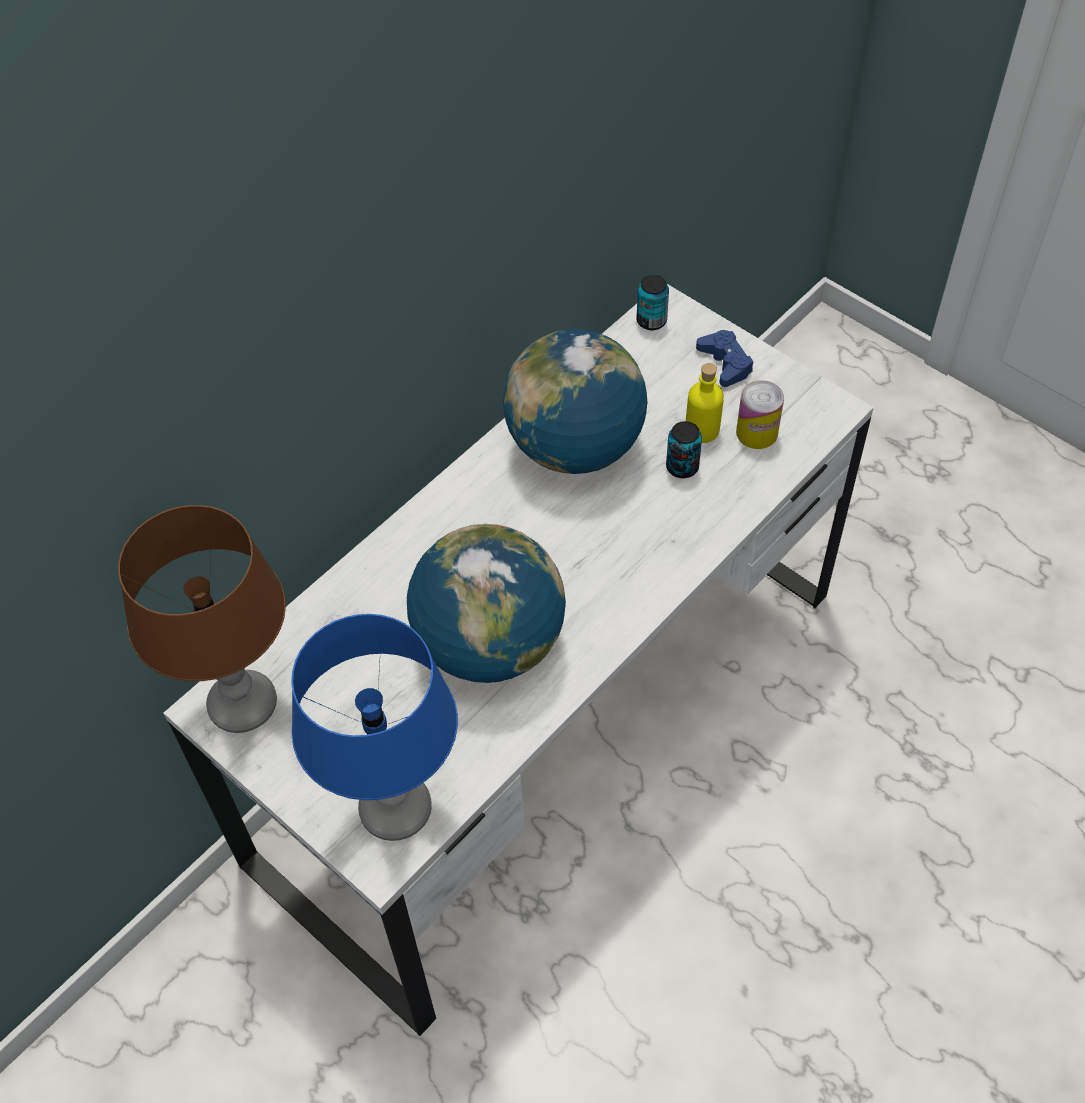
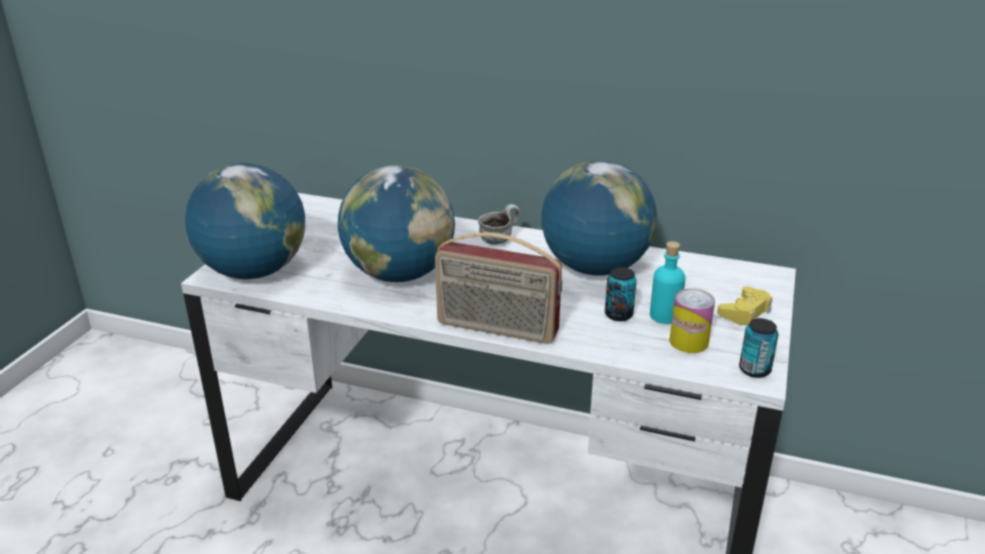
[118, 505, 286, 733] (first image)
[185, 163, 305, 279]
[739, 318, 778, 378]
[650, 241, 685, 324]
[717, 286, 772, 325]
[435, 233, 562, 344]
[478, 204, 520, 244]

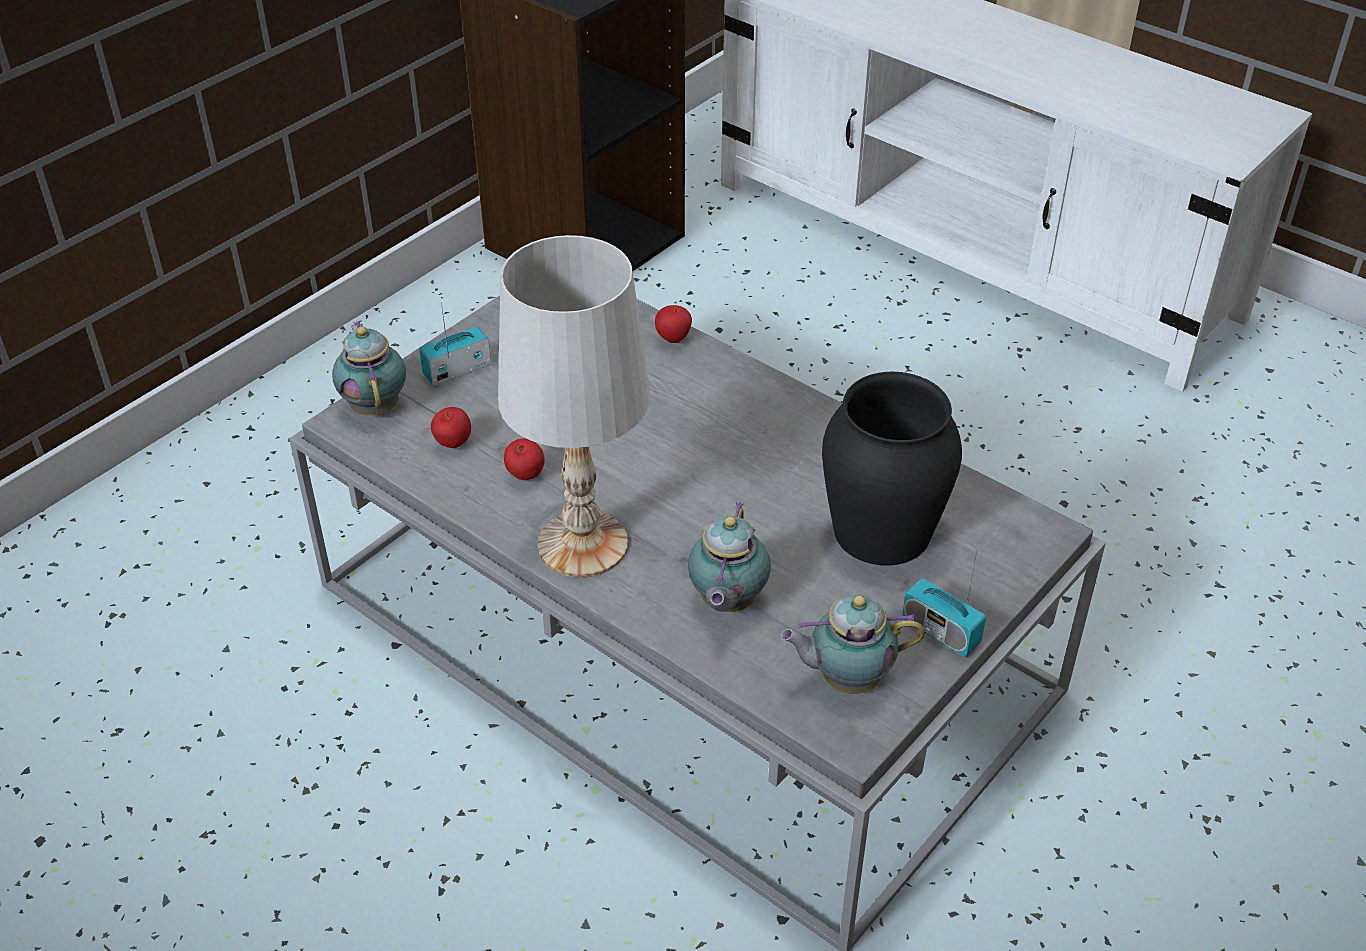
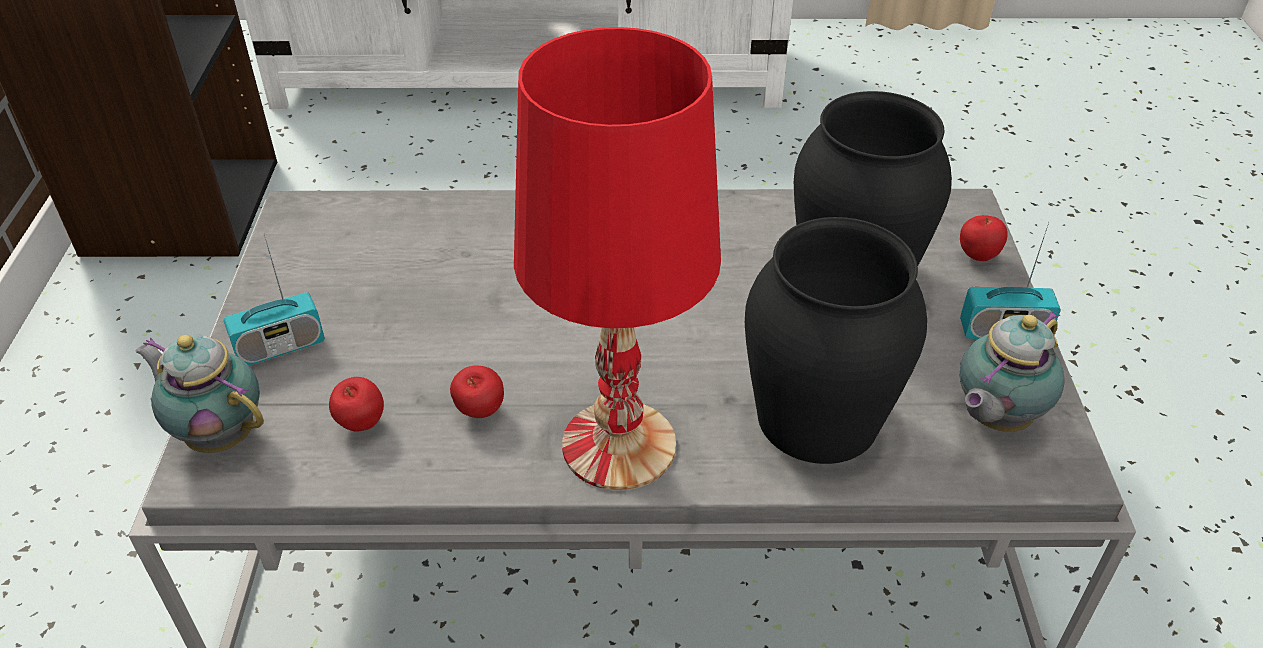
[223, 235, 325, 366]
[514, 27, 721, 491]
[960, 215, 1008, 261]
[745, 217, 927, 464]

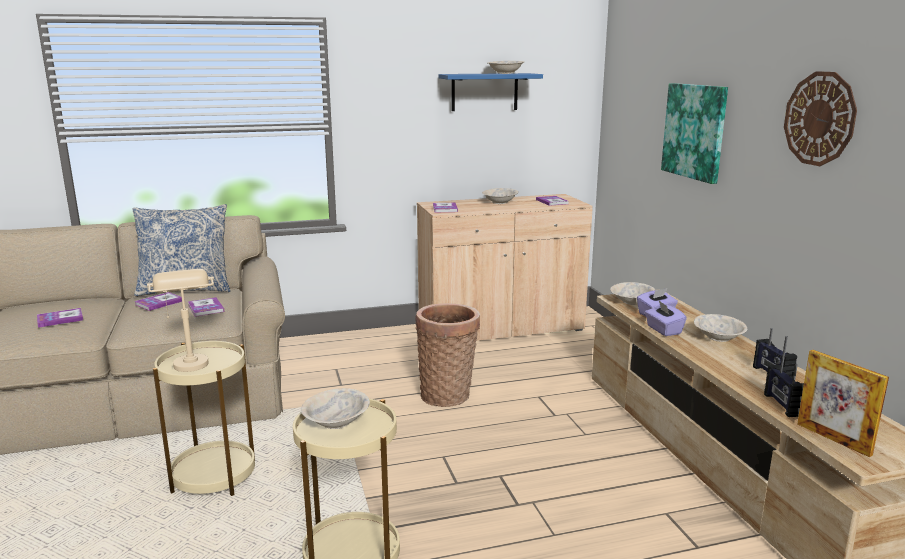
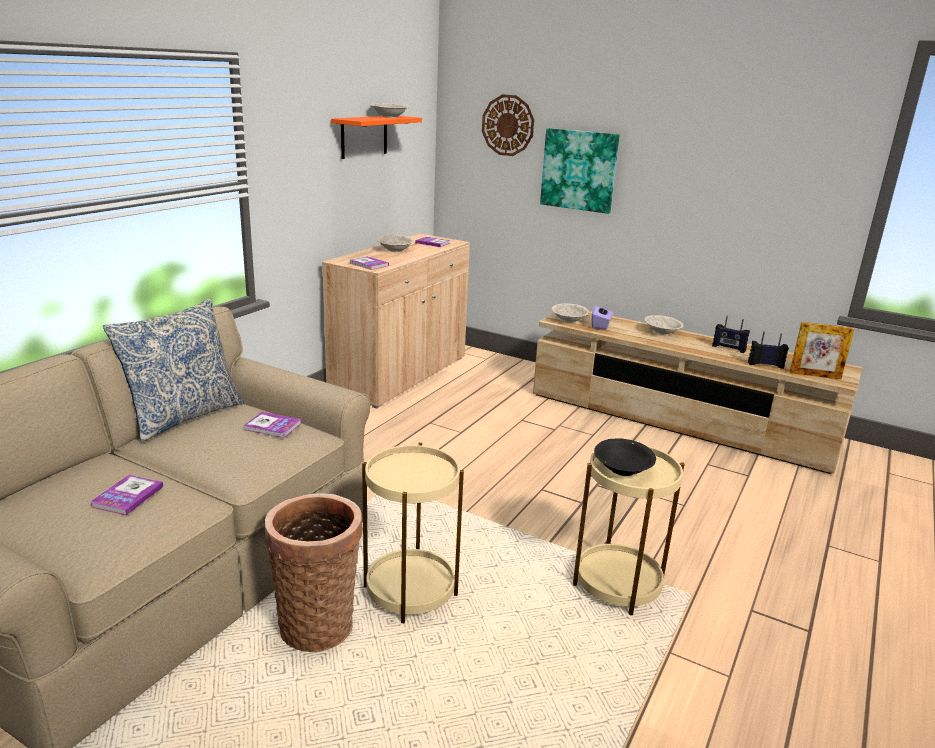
[135, 292, 182, 311] (first image)
[147, 269, 214, 372] (first image)
[594, 439, 656, 476]
[265, 493, 363, 652]
[331, 116, 422, 159]
[645, 301, 687, 336] (first image)
[748, 332, 789, 369]
[482, 94, 534, 156]

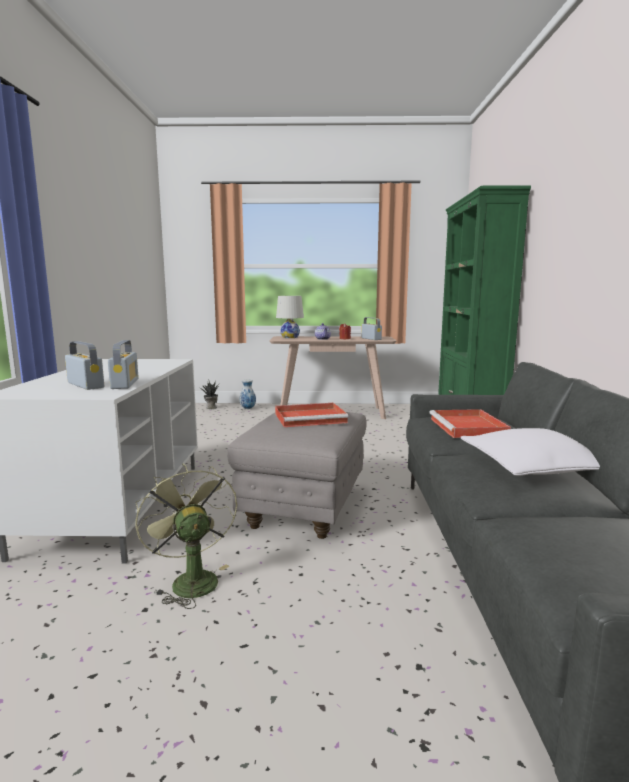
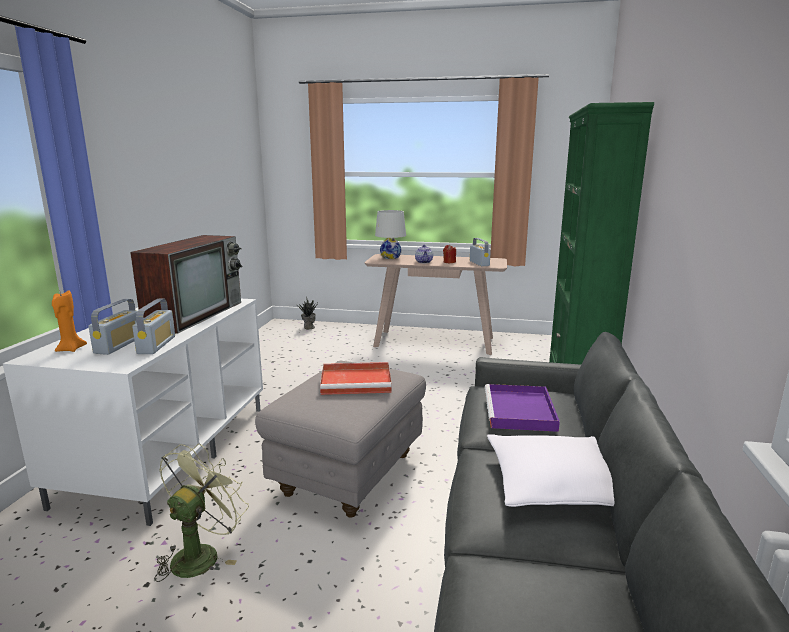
[88, 299, 137, 355]
[154, 444, 249, 582]
[240, 380, 256, 409] (first image)
[485, 384, 560, 432]
[52, 291, 87, 352]
[130, 235, 243, 334]

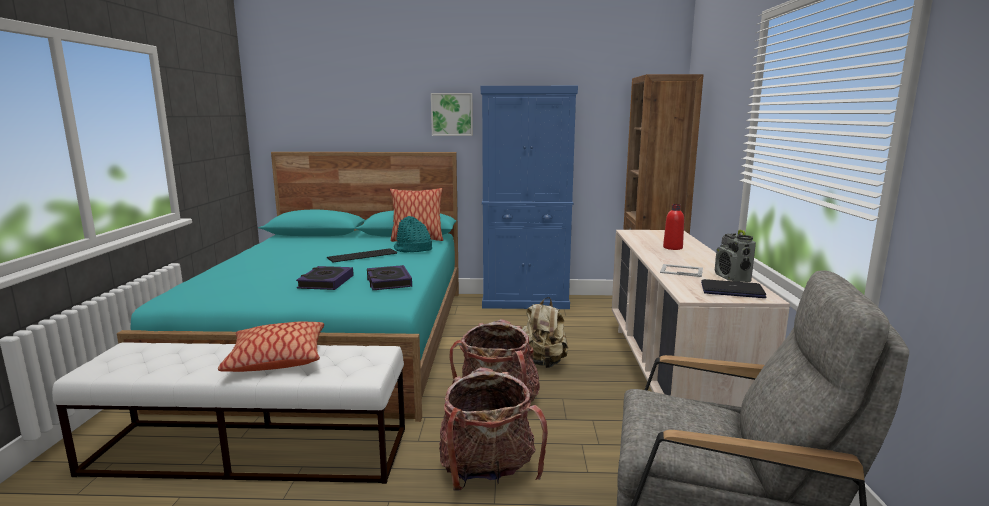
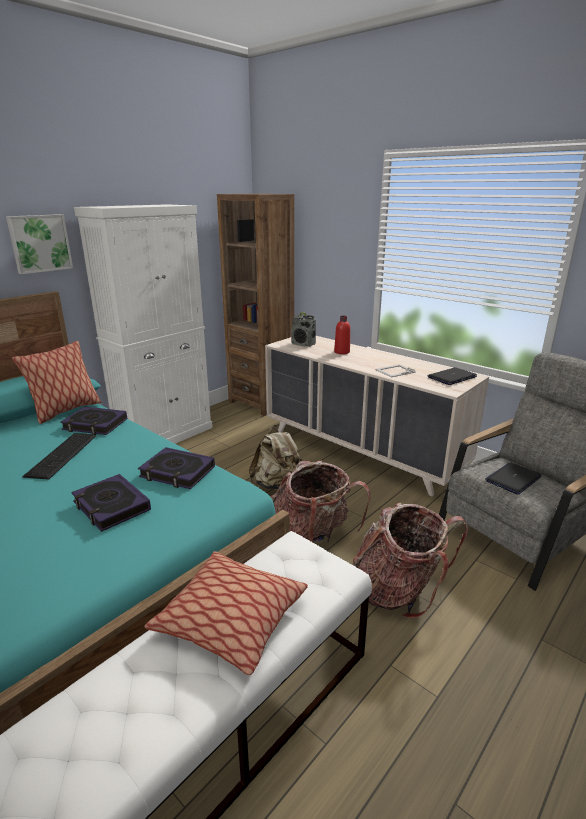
[60, 406, 127, 435]
[74, 204, 213, 444]
[291, 312, 316, 347]
[485, 463, 542, 495]

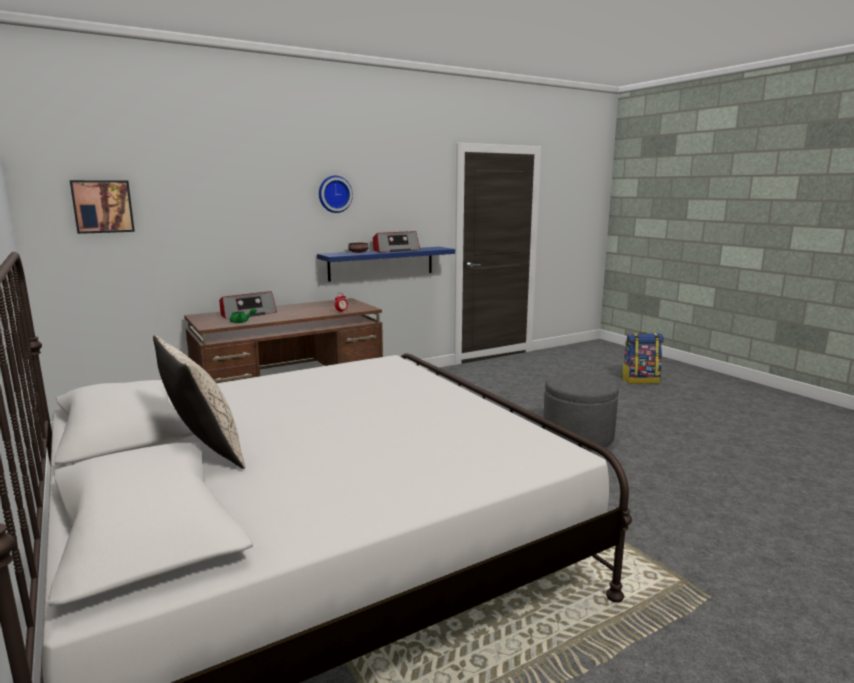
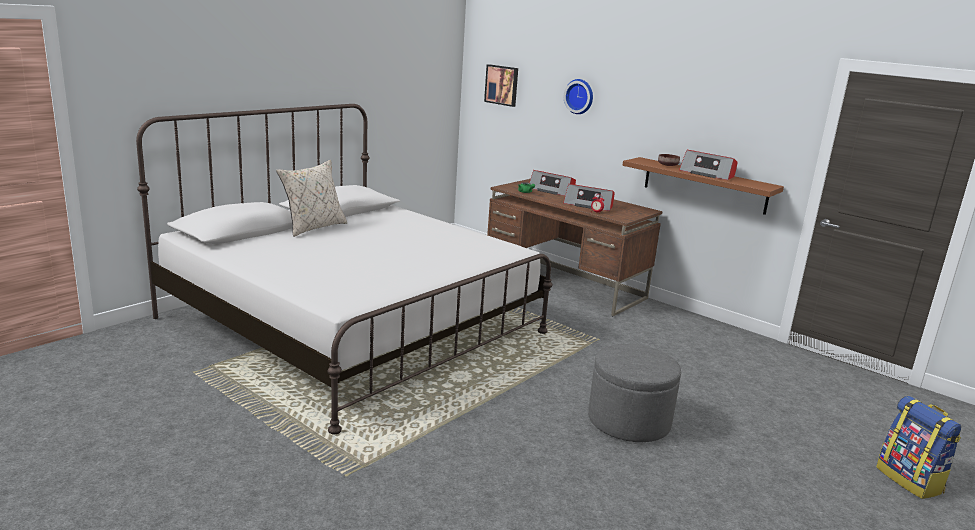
[622, 157, 784, 215]
[564, 79, 593, 114]
[563, 184, 615, 211]

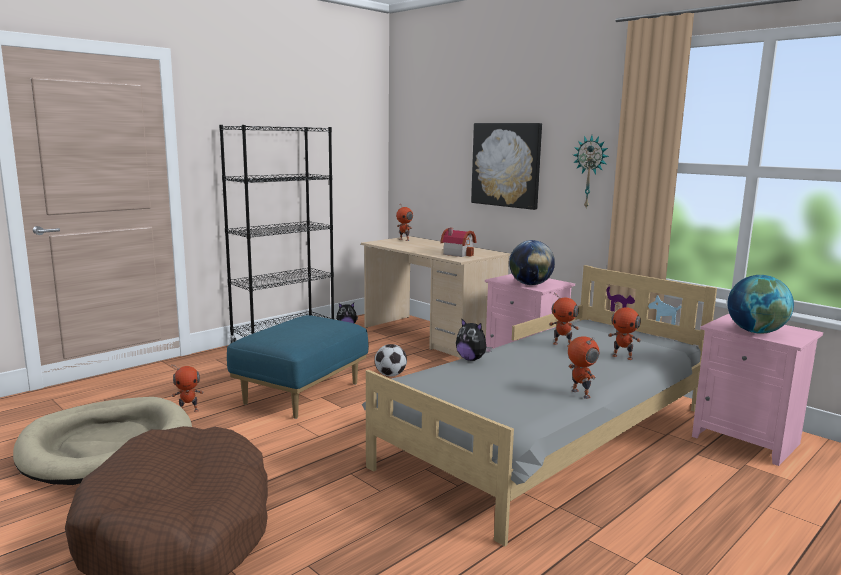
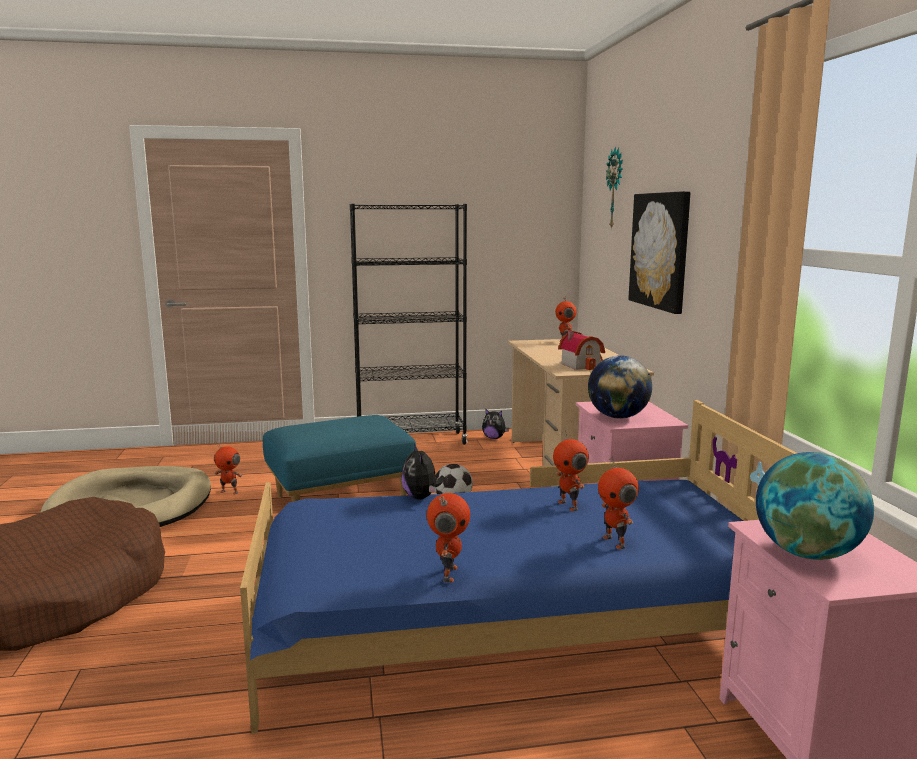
[240, 400, 797, 734]
[606, 147, 623, 229]

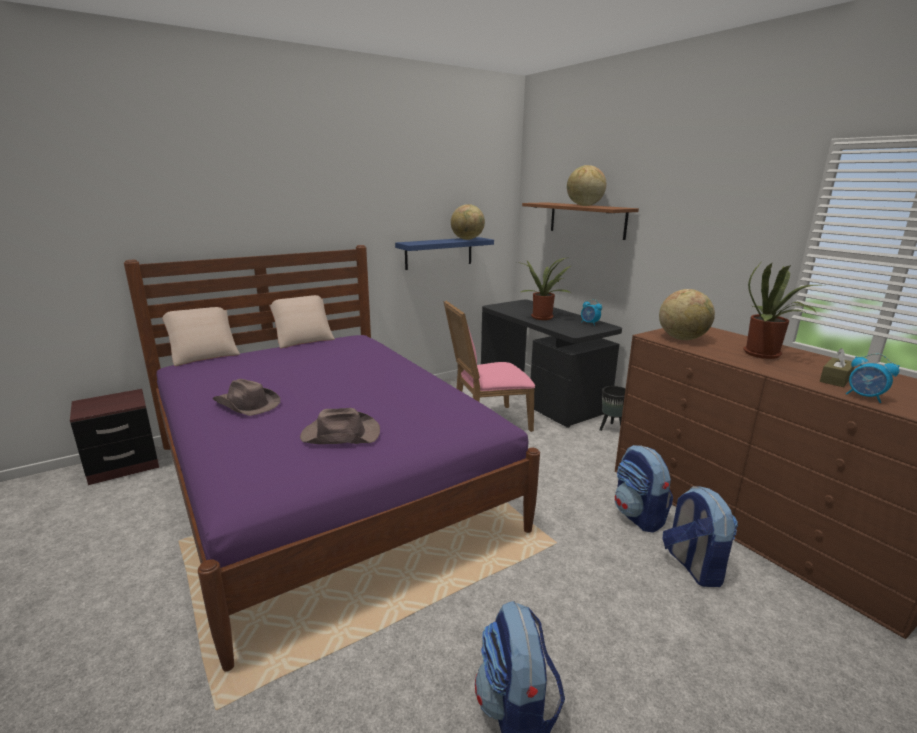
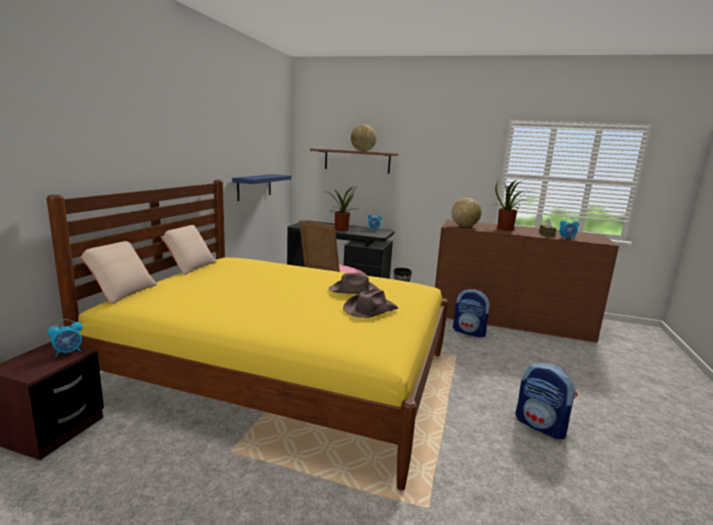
[46, 180, 448, 491]
[328, 273, 378, 294]
[451, 204, 485, 240] (first image)
[663, 486, 738, 587] (first image)
[48, 319, 83, 357]

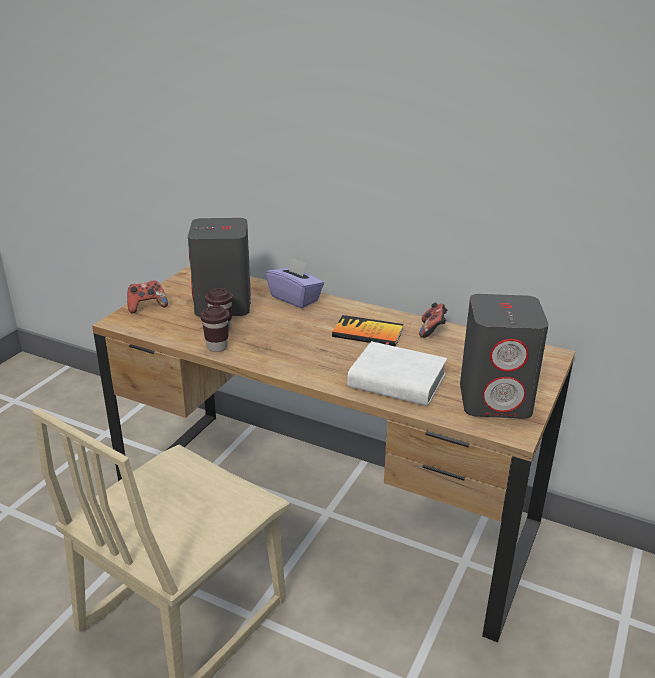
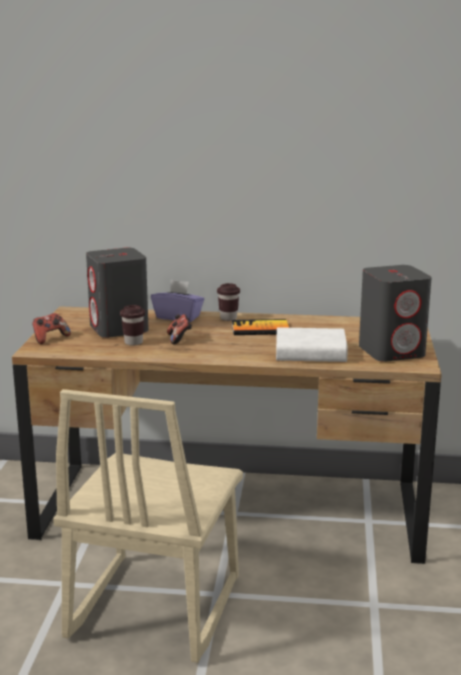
[217, 283, 240, 321]
[167, 314, 192, 344]

